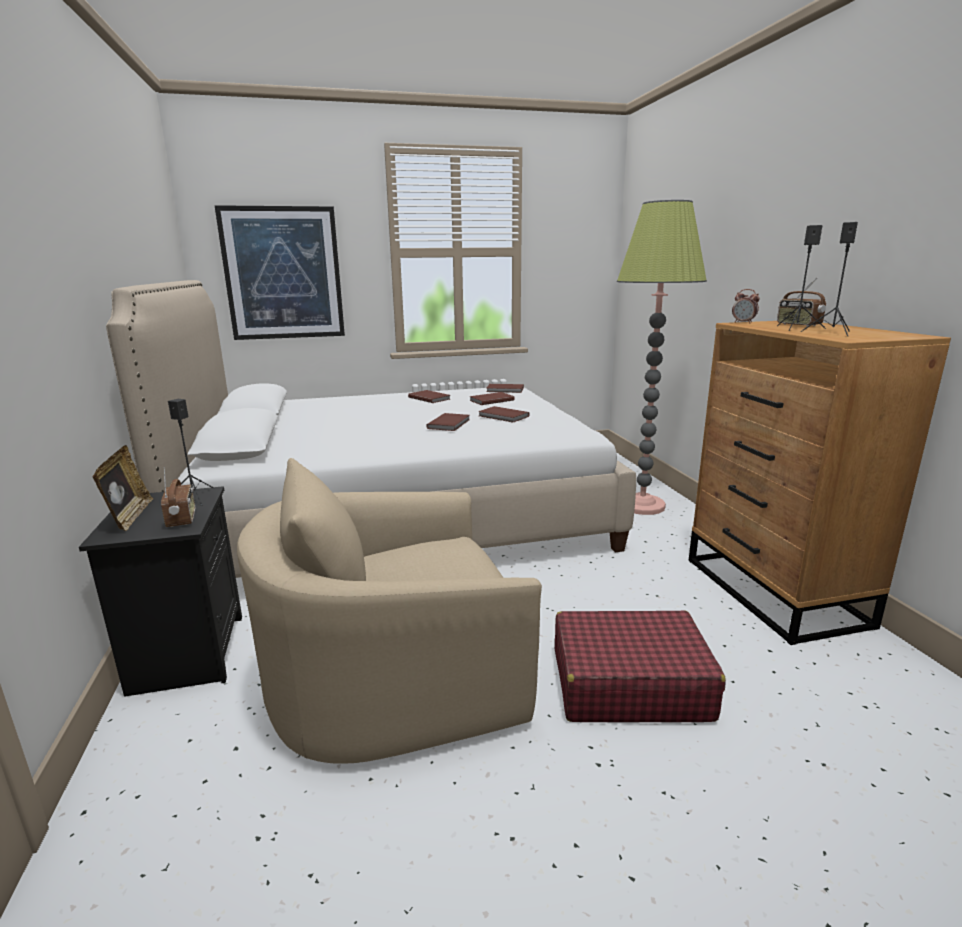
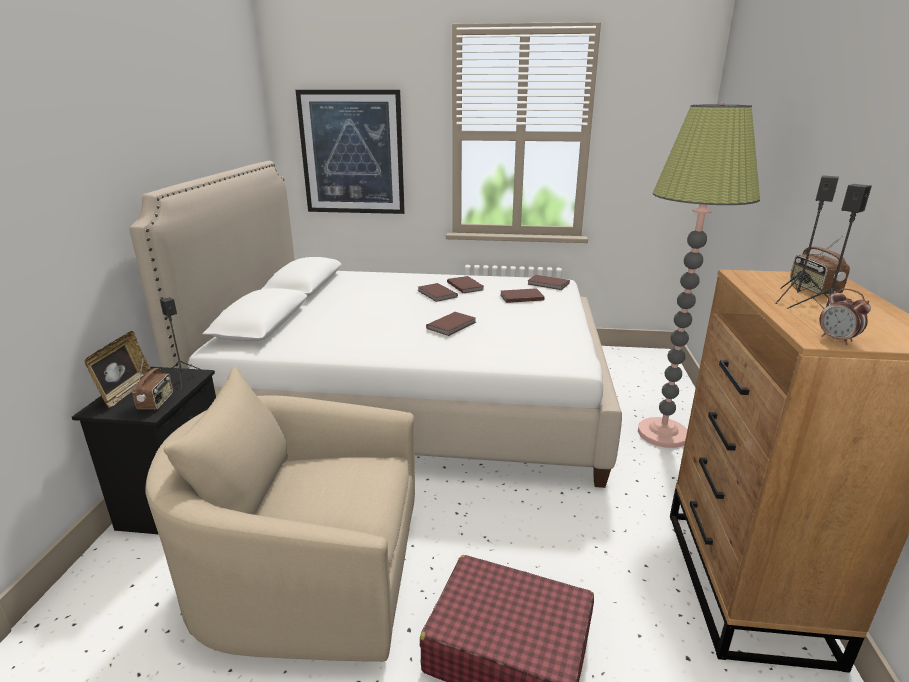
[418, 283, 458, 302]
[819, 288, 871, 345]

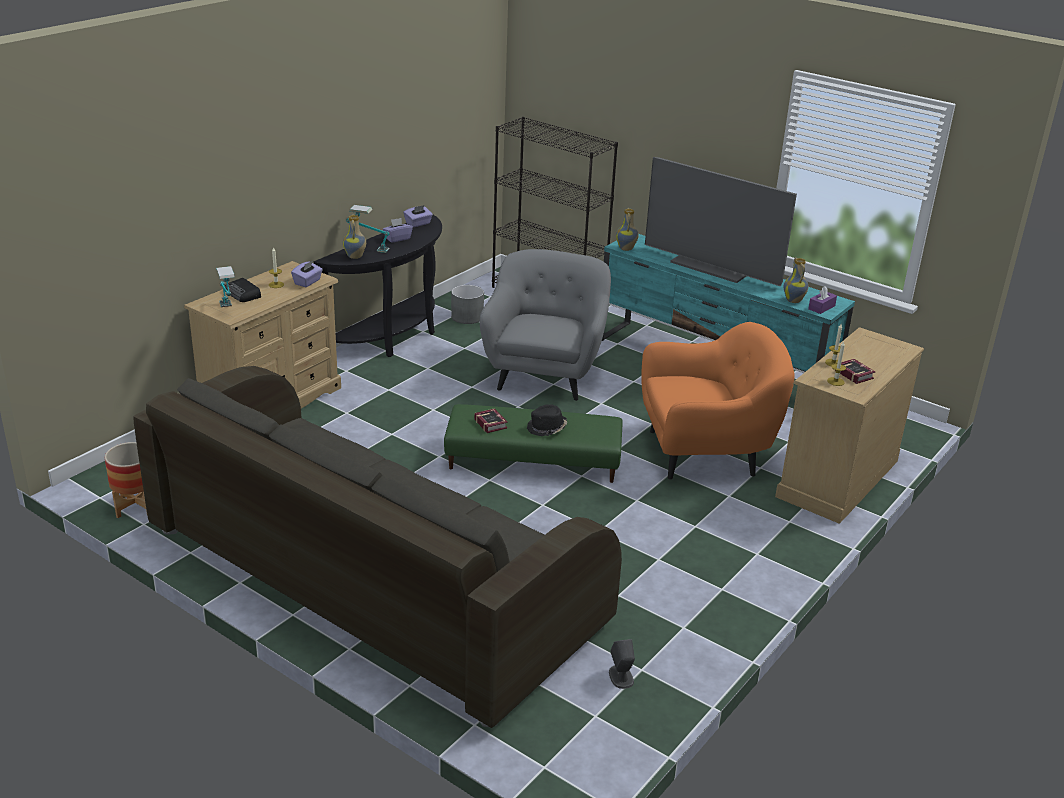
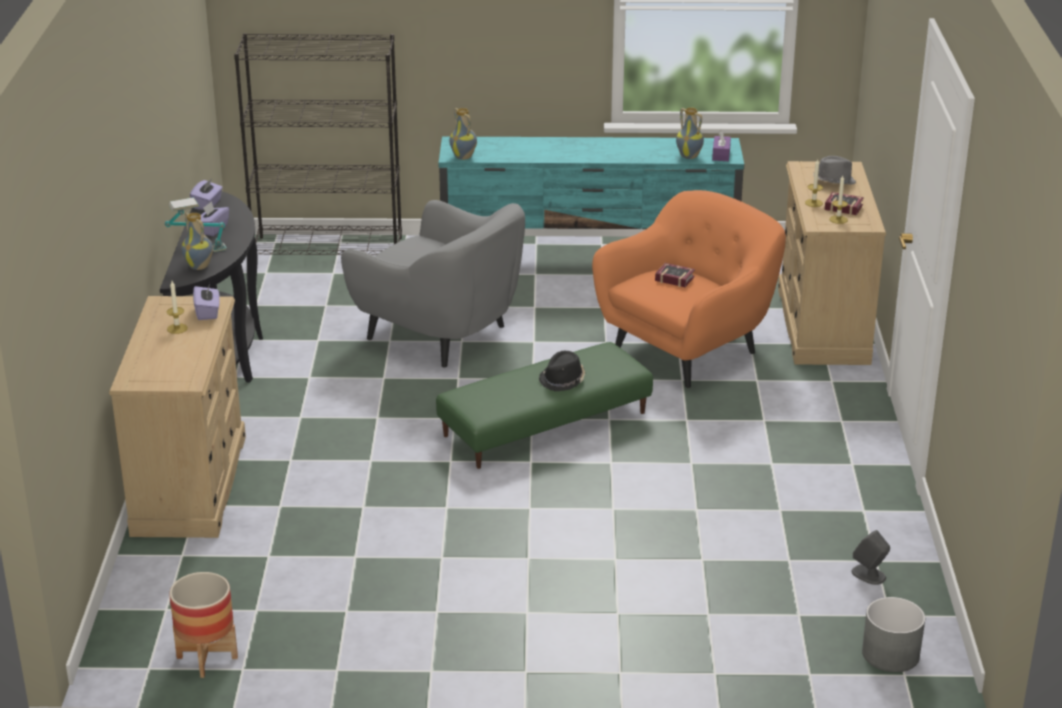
[133, 366, 622, 728] (first image)
[216, 266, 235, 307] (first image)
[225, 278, 261, 302] (first image)
[862, 597, 925, 672]
[655, 263, 695, 287]
[341, 200, 525, 368]
[645, 157, 797, 286] (first image)
[813, 156, 856, 185]

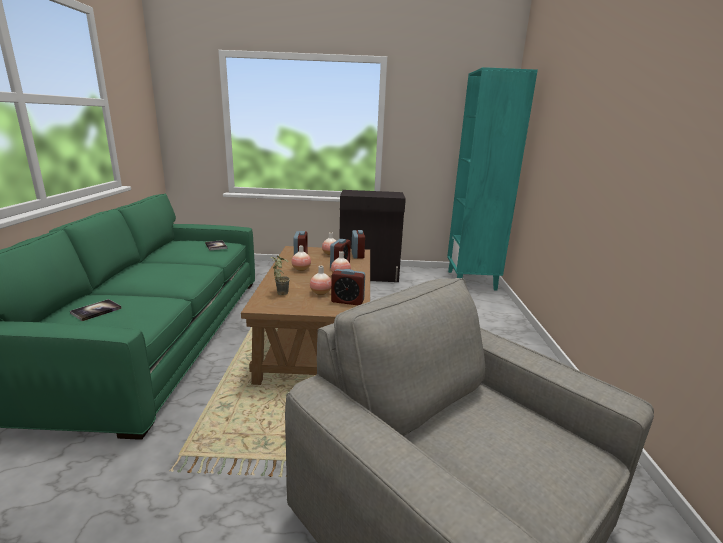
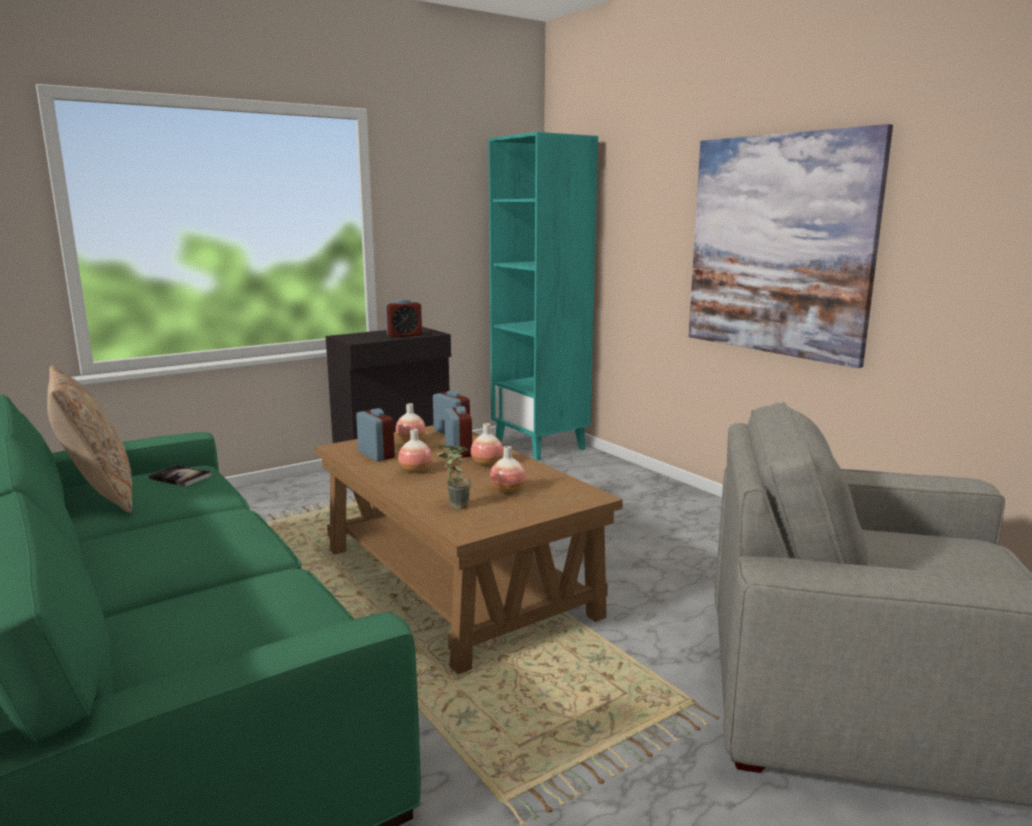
[70, 299, 122, 321] (first image)
[385, 299, 422, 338]
[47, 365, 132, 513]
[689, 124, 893, 368]

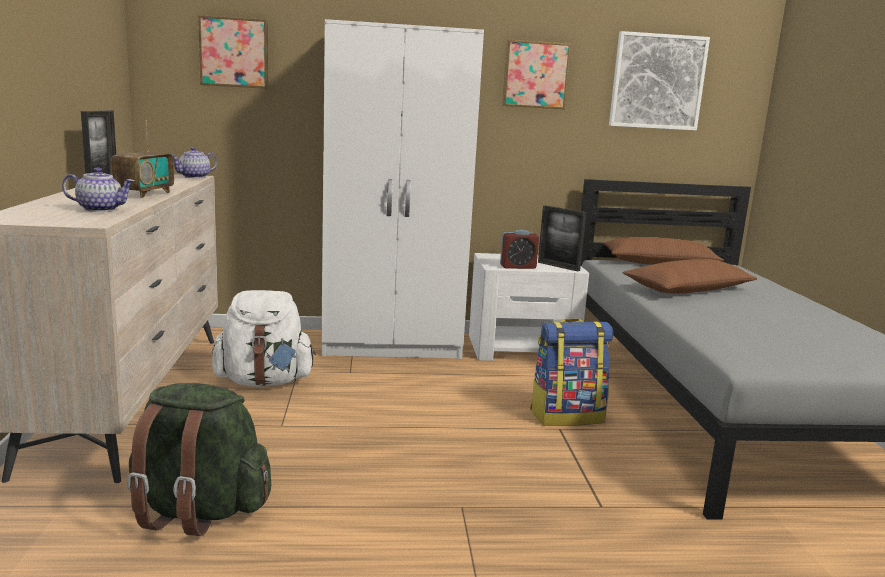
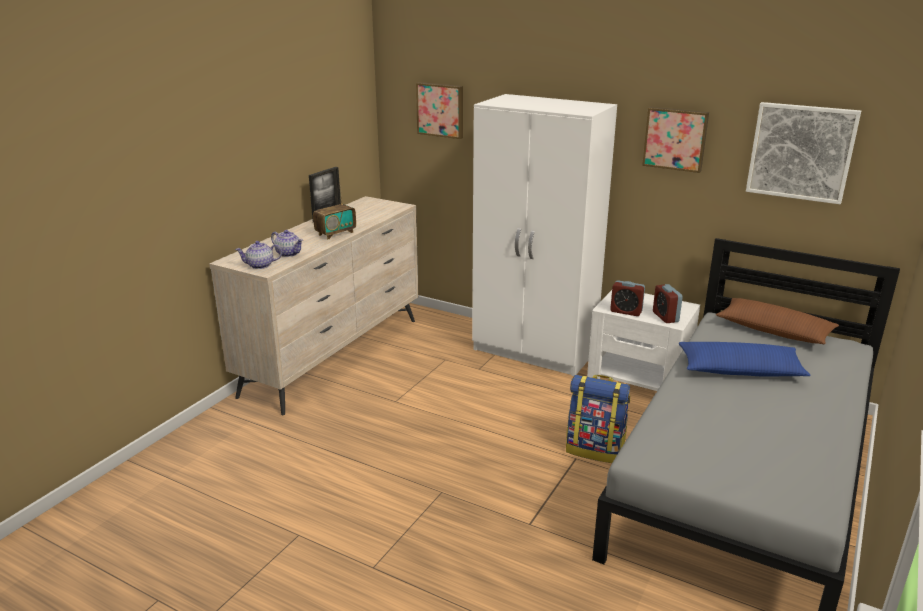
[127, 383, 271, 536] (first image)
[235, 241, 282, 269]
[212, 290, 316, 387] (first image)
[653, 284, 683, 323]
[679, 342, 811, 377]

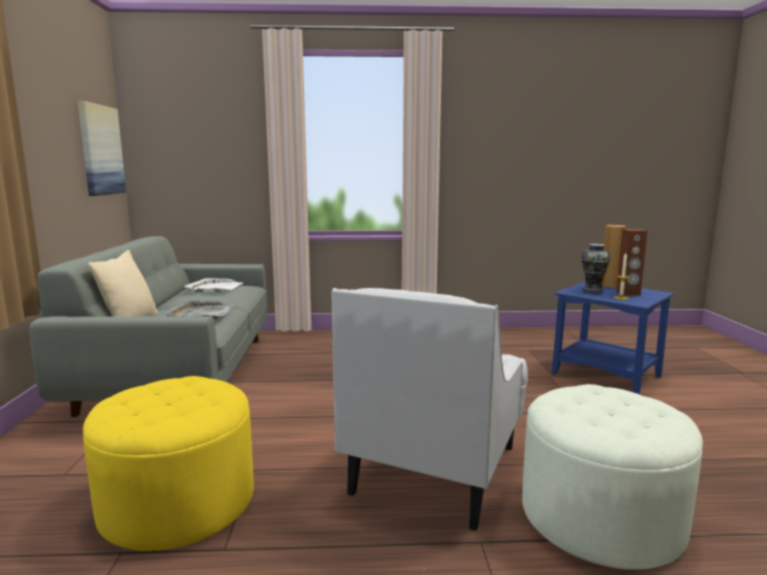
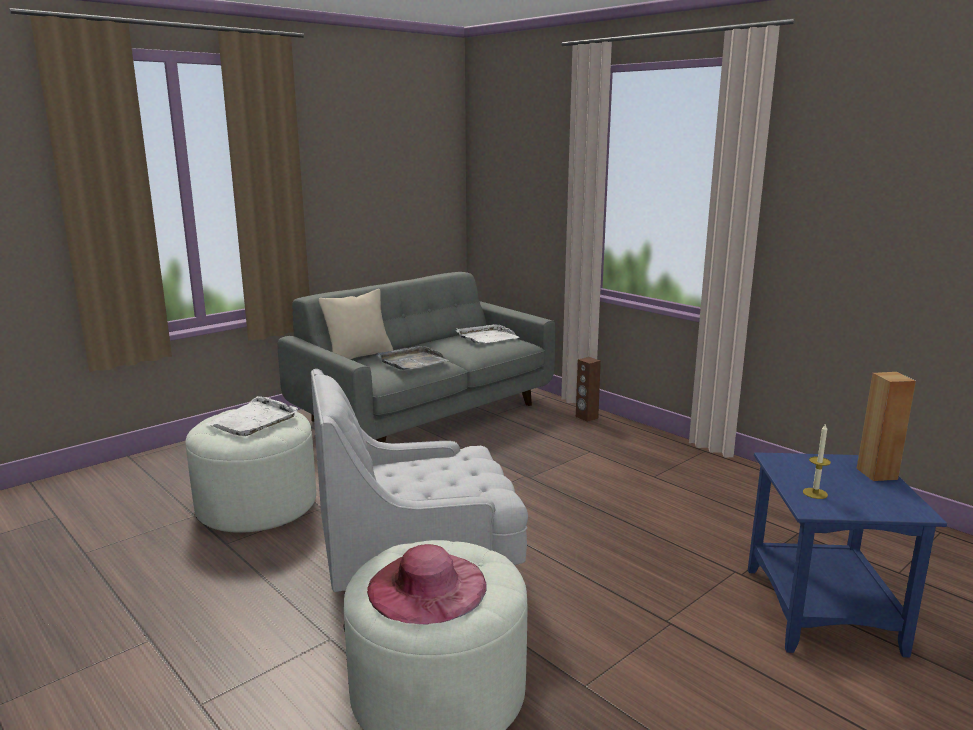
[78, 101, 126, 196] (first image)
[186, 409, 316, 533]
[581, 244, 610, 293] (first image)
[576, 357, 601, 422]
[206, 396, 298, 436]
[367, 544, 487, 625]

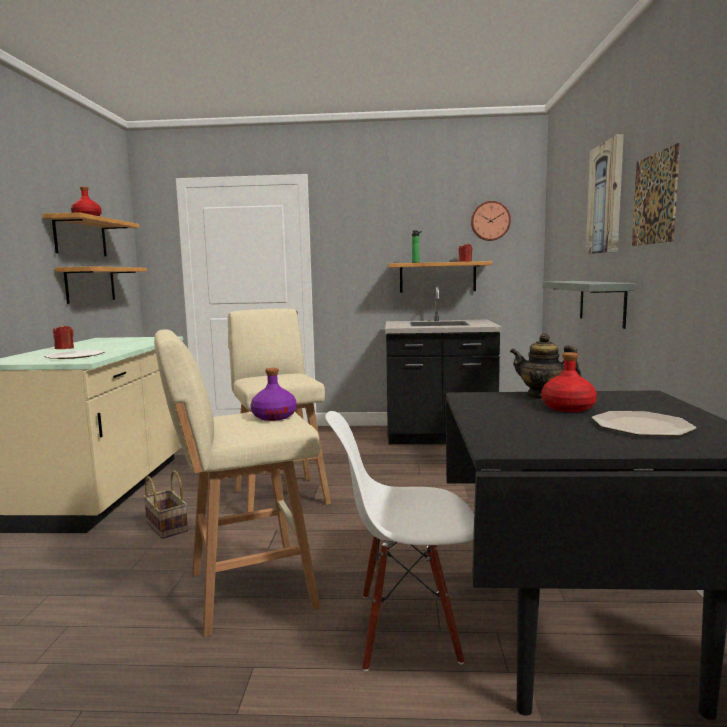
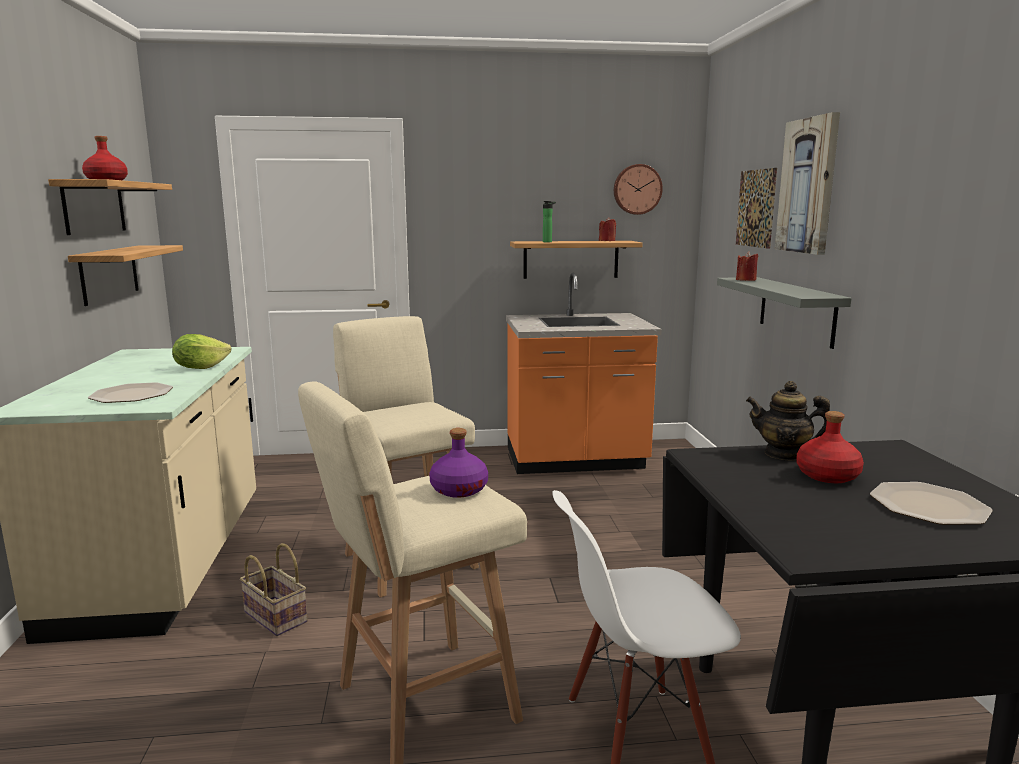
[736, 251, 758, 281]
[506, 273, 662, 474]
[736, 168, 777, 249]
[172, 334, 231, 369]

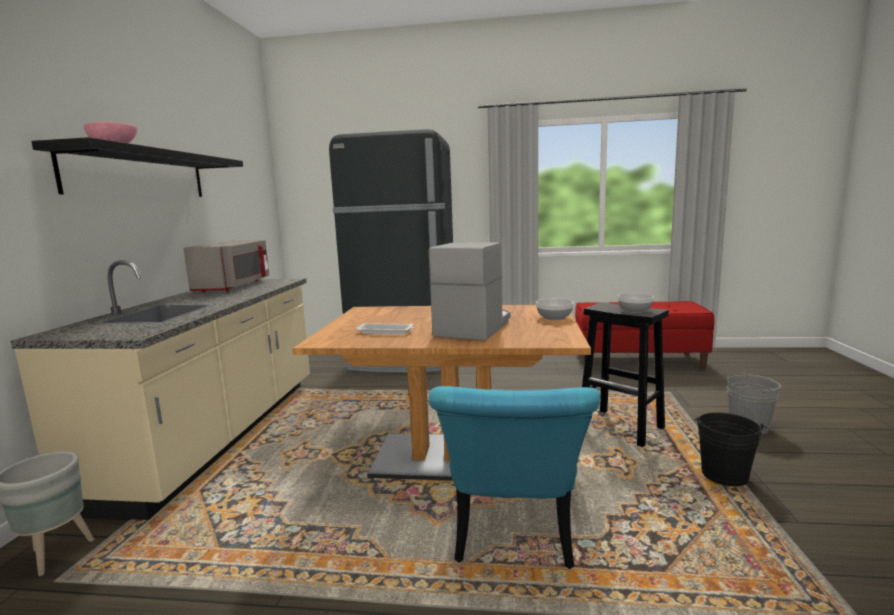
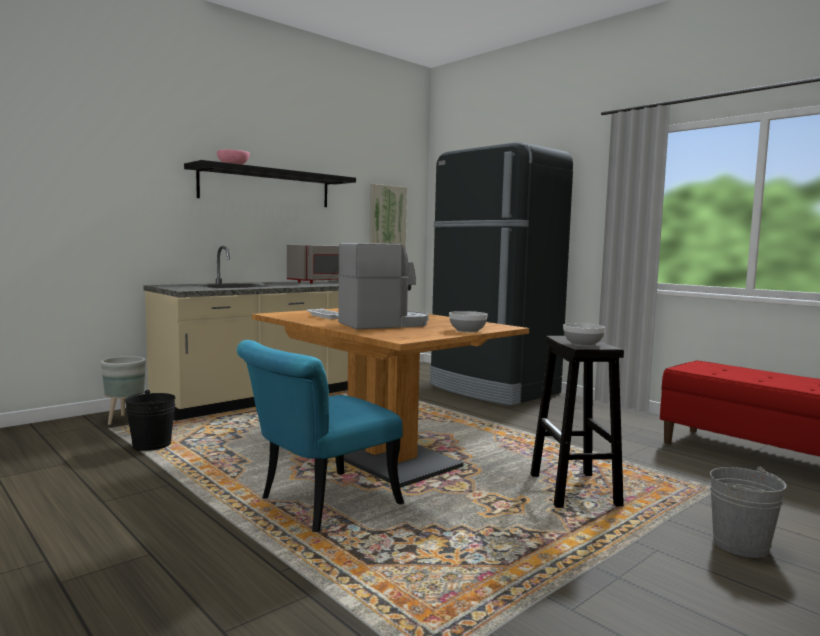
[124, 390, 176, 451]
[369, 184, 407, 250]

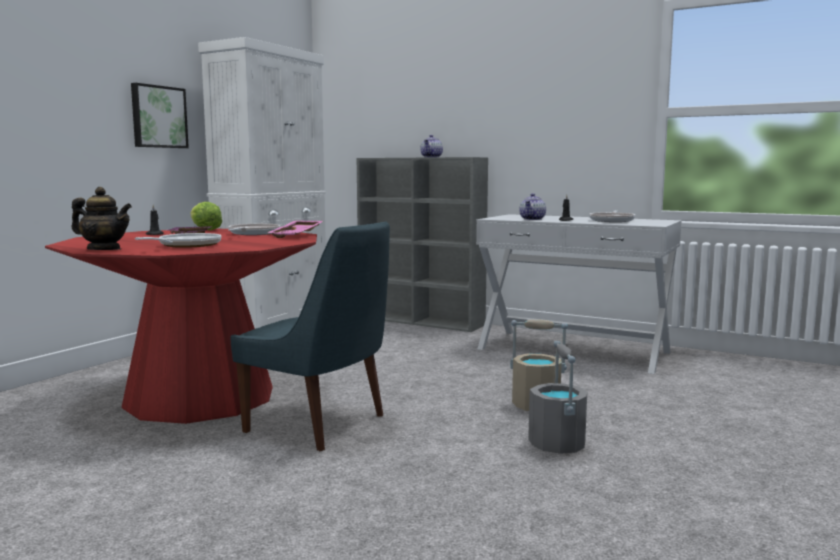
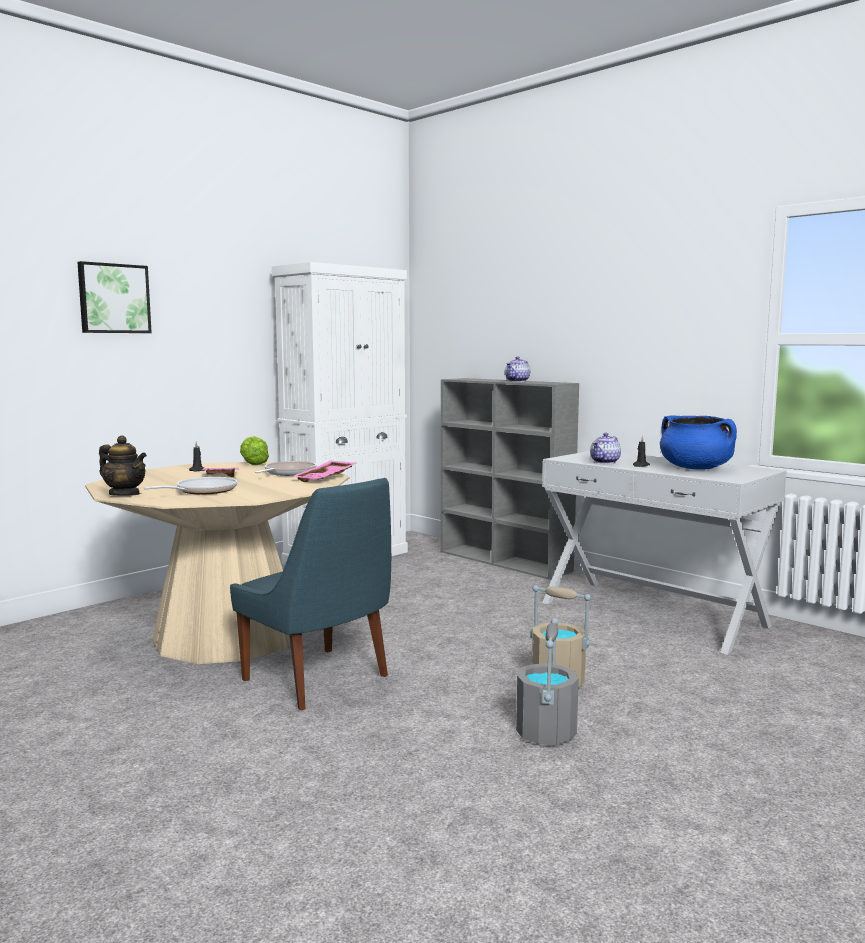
[85, 462, 350, 664]
[77, 261, 152, 333]
[660, 415, 737, 470]

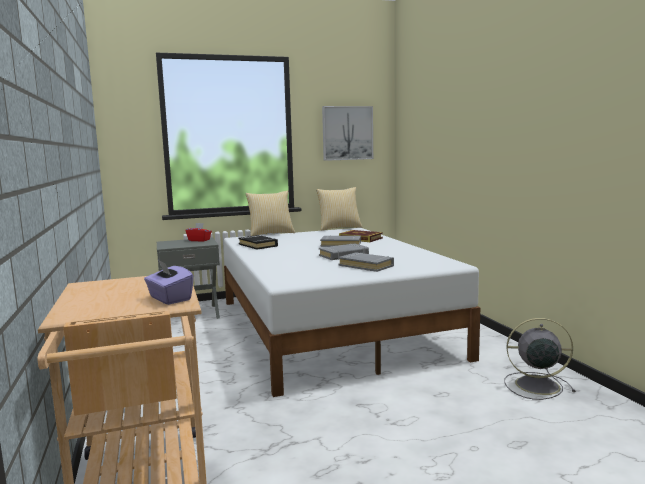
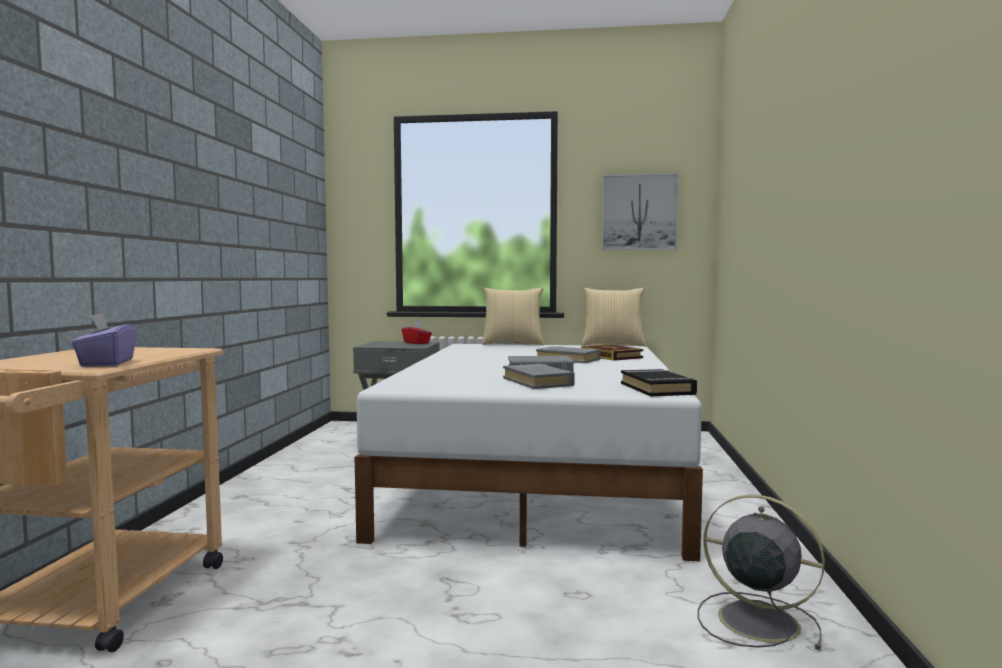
[621, 369, 697, 396]

